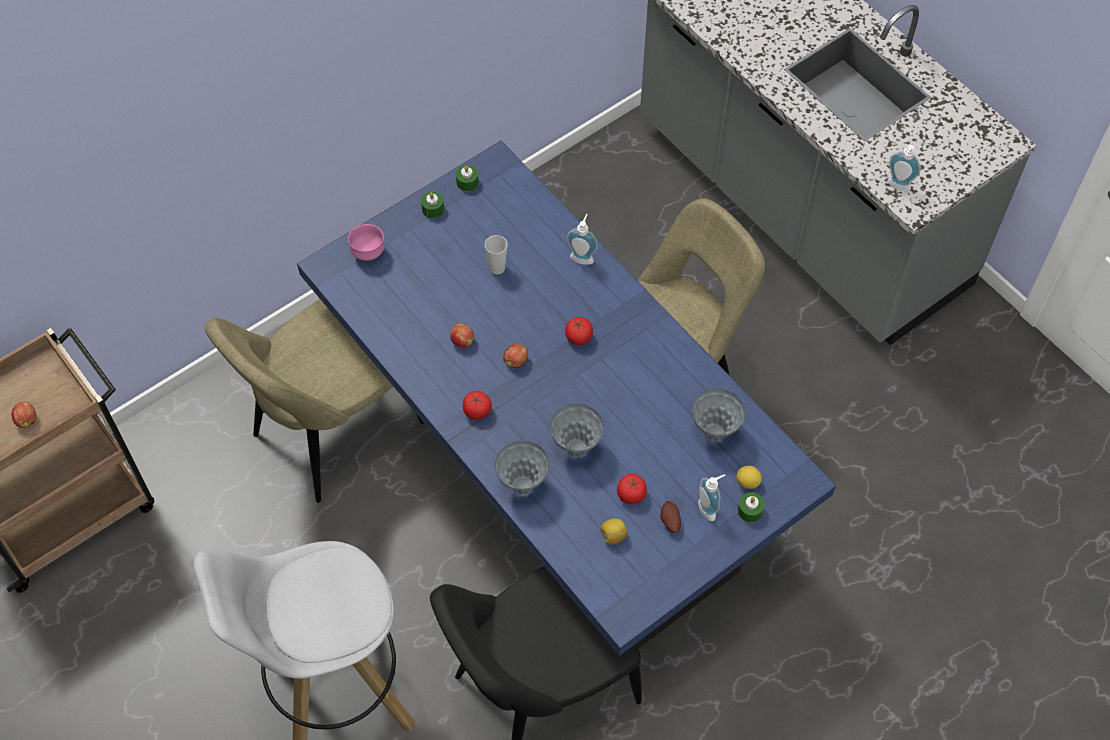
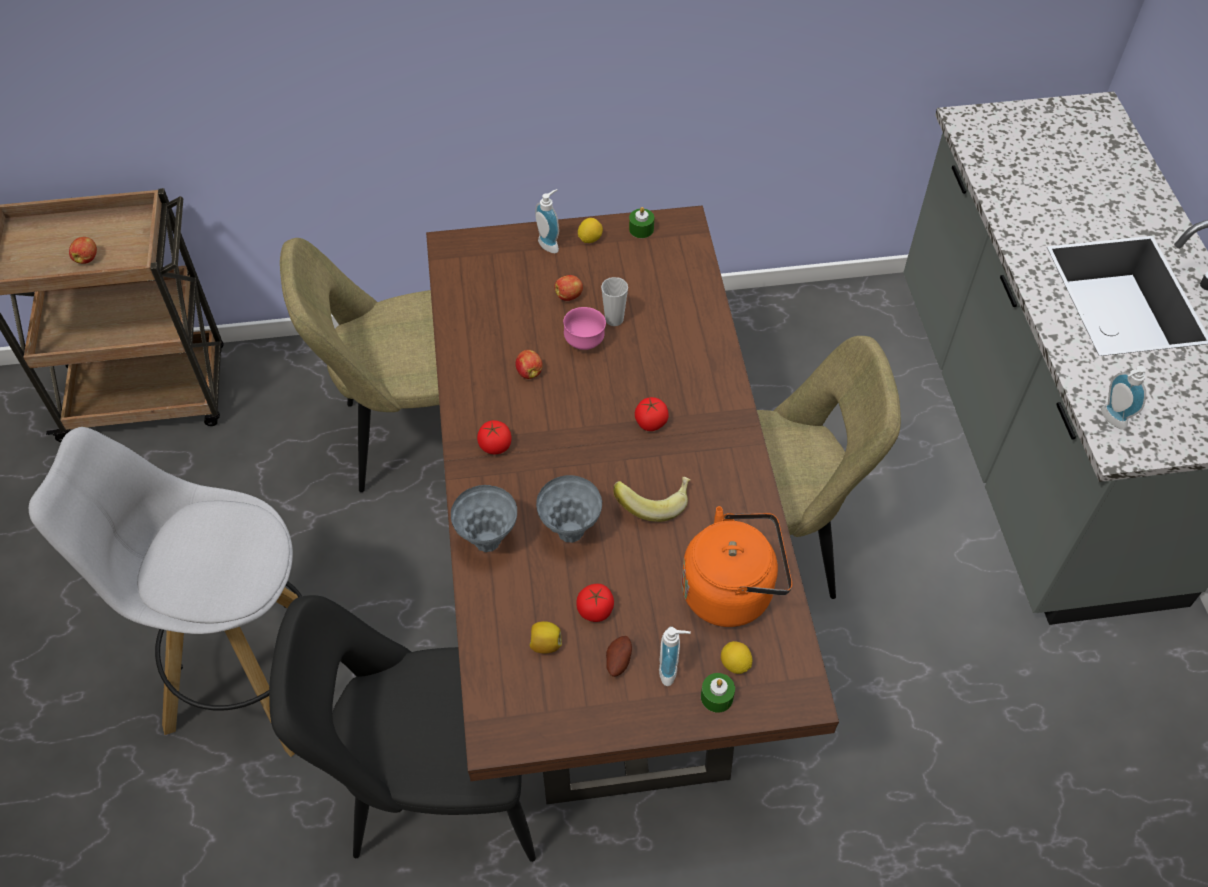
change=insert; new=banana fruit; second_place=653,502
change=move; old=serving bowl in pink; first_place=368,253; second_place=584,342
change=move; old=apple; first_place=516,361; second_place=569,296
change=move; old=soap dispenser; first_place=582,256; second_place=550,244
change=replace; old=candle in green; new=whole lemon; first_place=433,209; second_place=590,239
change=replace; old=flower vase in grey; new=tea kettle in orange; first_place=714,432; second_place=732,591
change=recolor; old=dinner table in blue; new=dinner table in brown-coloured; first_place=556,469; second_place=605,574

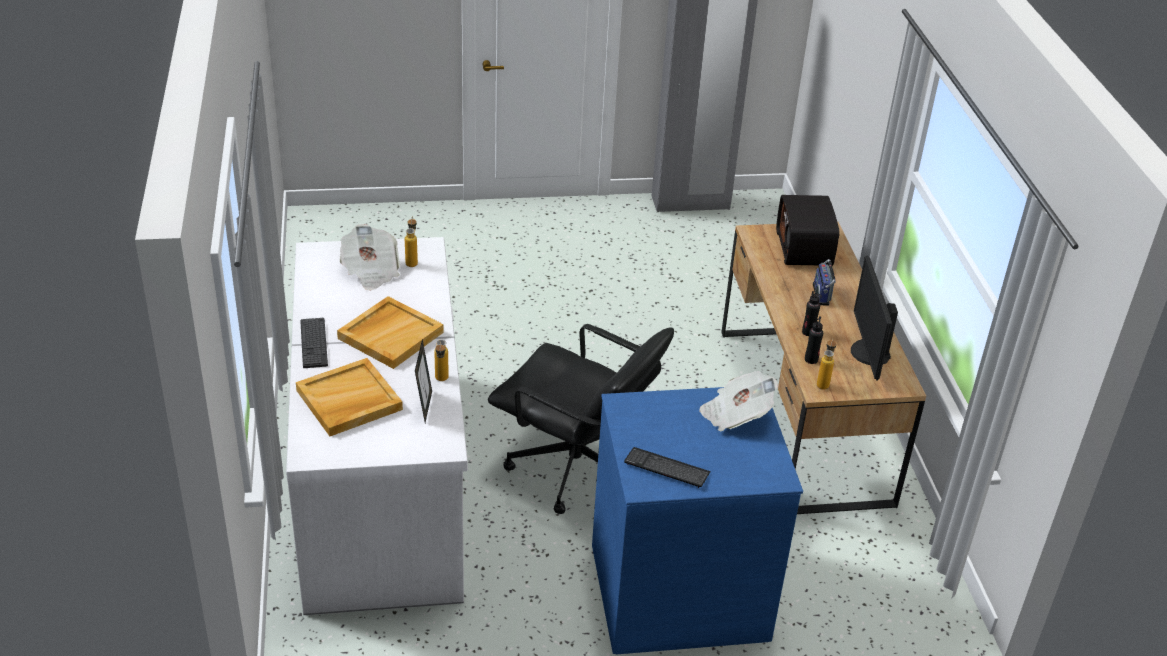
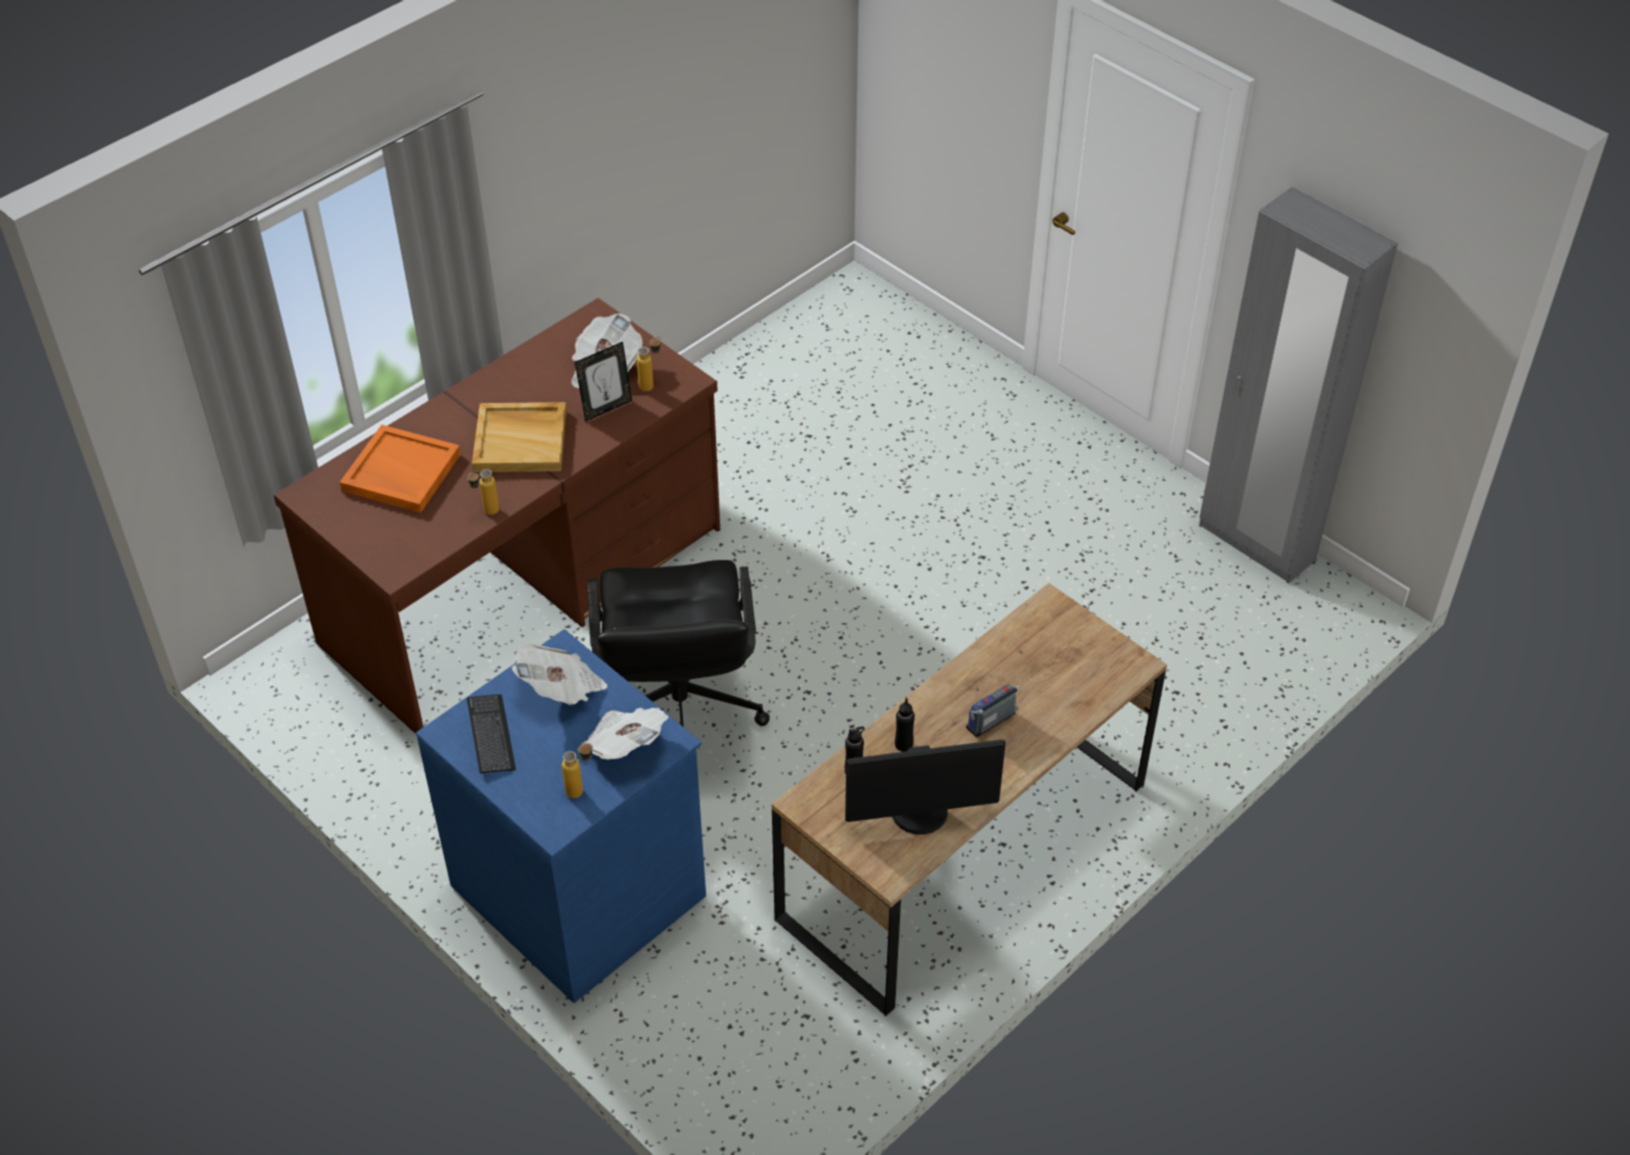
change=delete; old=computer keyboard; first_place=314,343
change=delete; old=radio set; first_place=805,248
change=insert; new=printed paper; second_place=562,689
change=move; old=photo frame; first_place=424,407; second_place=606,408
change=move; old=beverage bottle; first_place=823,382; second_place=581,790
change=recolor; old=desk unit in whitish; new=desk unit in brown-coloured; first_place=383,482; second_place=525,587
change=recolor; old=tray in sand-coloured; new=tray in orange; first_place=348,401; second_place=400,472
change=rotate; old=computer display; first_place=868,352; second_place=920,814; degrees=-150

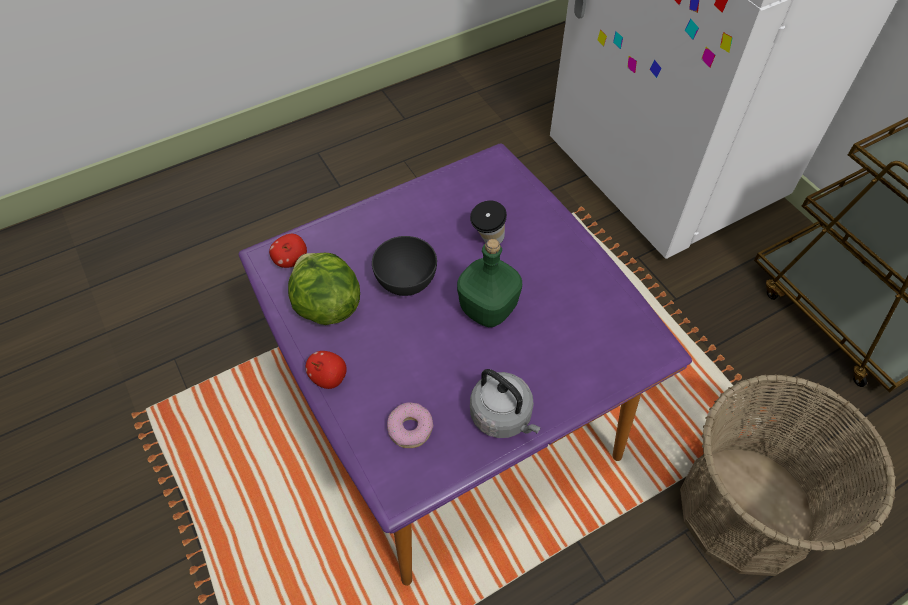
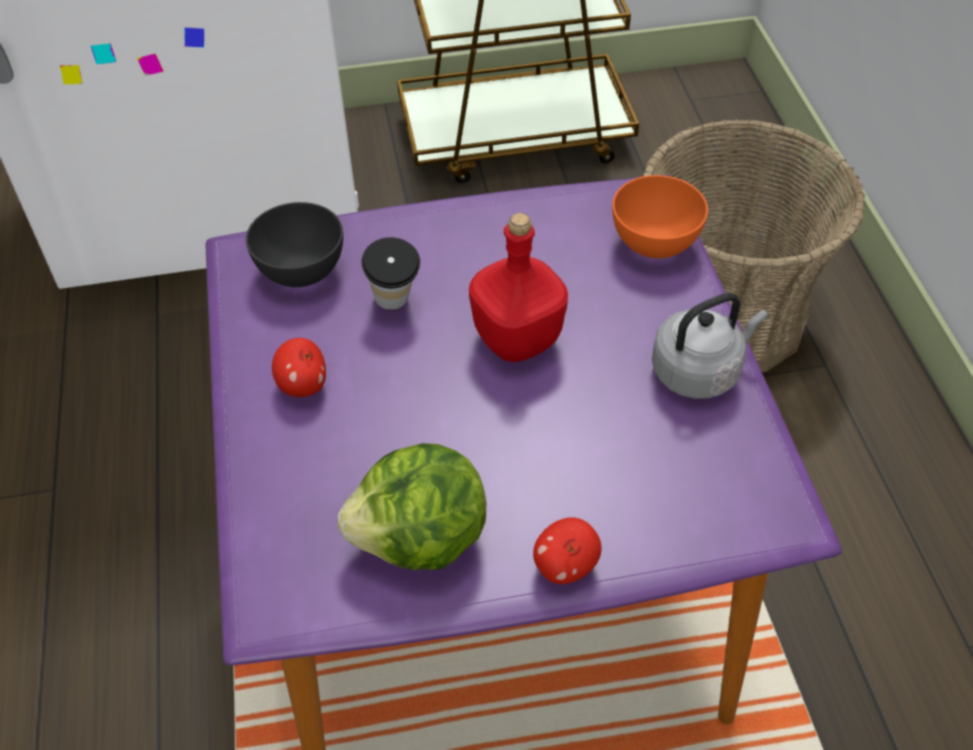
change=delete; old=doughnut; first_place=410,428
change=insert; new=serving bowl in orange; second_place=654,243
change=move; old=apple; first_place=291,260; second_place=303,385
change=move; old=serving bowl in grey; first_place=406,281; second_place=301,271
change=recolor; old=beverage bottle in green; new=beverage bottle in red; first_place=487,310; second_place=518,340

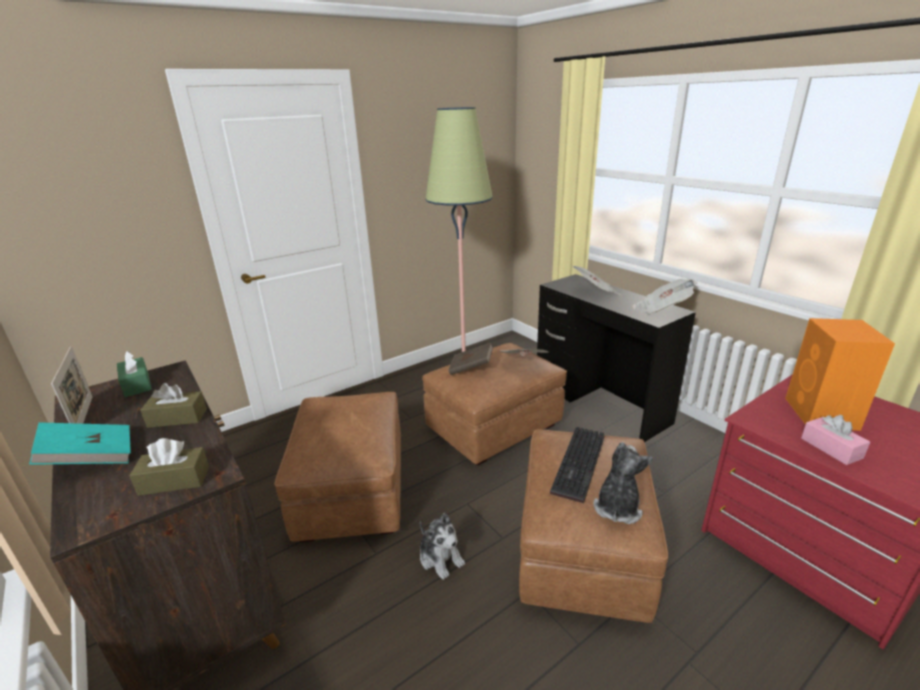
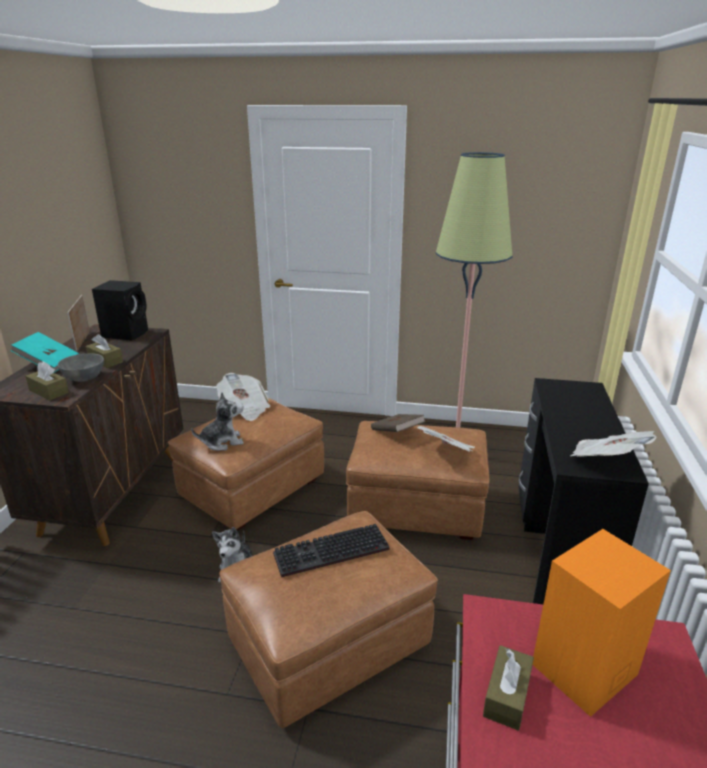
change=insert; new=serving bowl in grey; second_place=83,378
change=move; old=printed paper; first_place=595,293; second_place=244,409
change=move; old=soft toy; first_place=617,507; second_place=222,442
change=replace; old=box of tissues in green; new=loudspeaker in blackish; first_place=137,384; second_place=126,333
change=recolor; old=box of tissues in pink; new=box of tissues in brown-coloured; first_place=831,448; second_place=507,695
change=rotate; old=photo frame; first_place=84,416; second_place=83,341; degrees=150

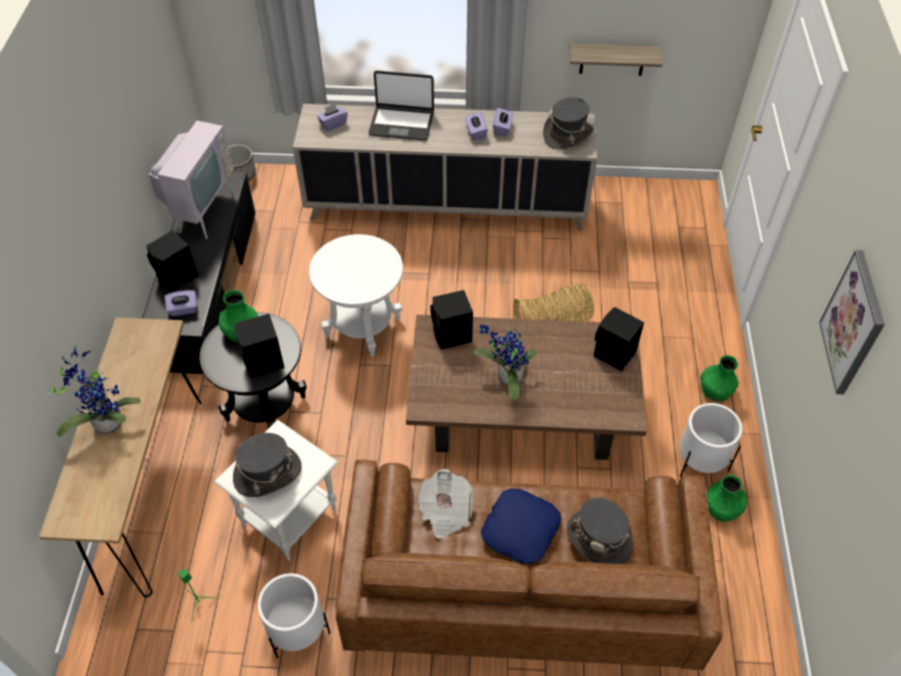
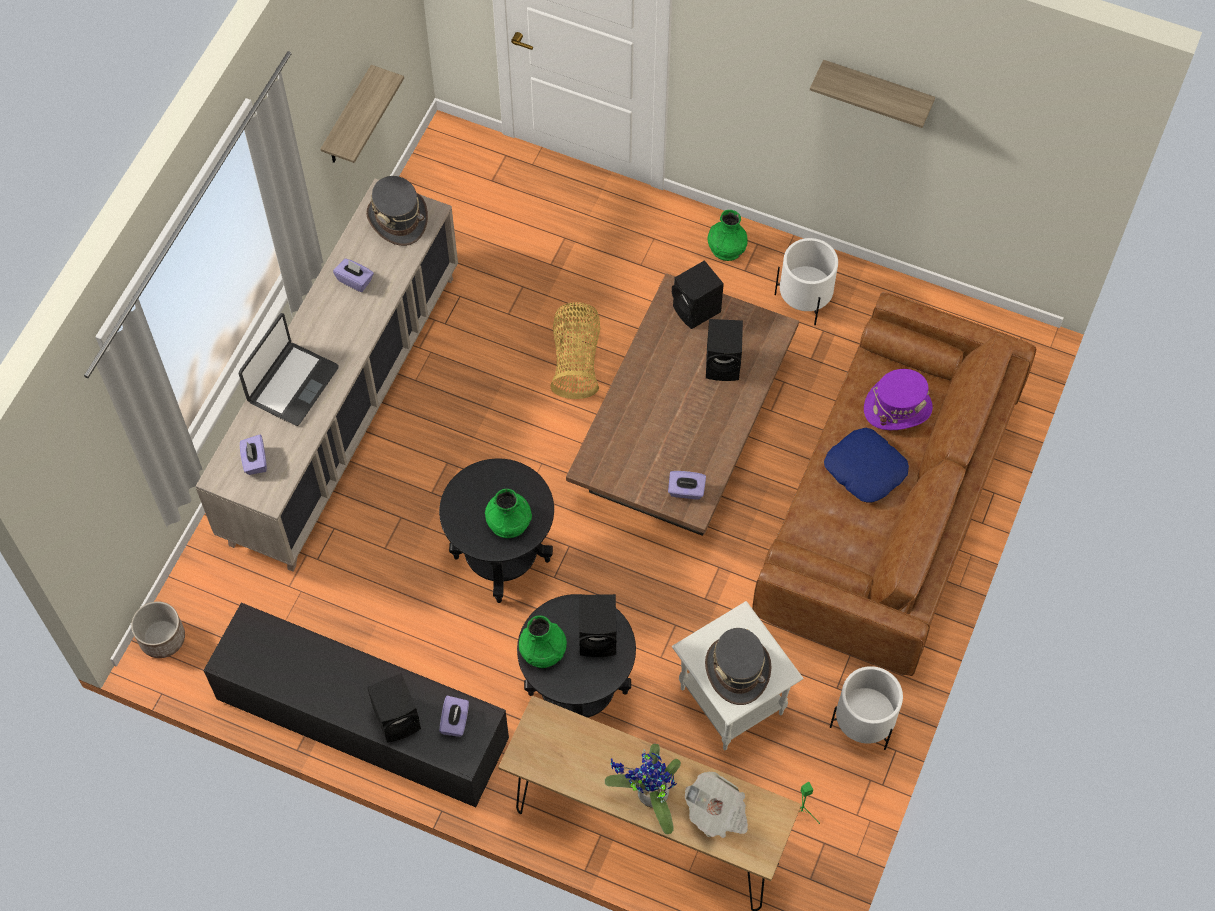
change=delete; old=TV set; first_place=202,211
change=delete; old=plant in a pot; first_place=506,378
change=move; old=printed paper; first_place=445,512; second_place=717,813
change=move; old=loudspeaker in blackish; first_place=452,336; second_place=724,364
change=move; old=box of tissues in purple; first_place=475,133; second_place=686,491
change=move; old=flower vase in green; first_place=722,507; second_place=508,521
change=replace; old=wall picture; new=shelf; first_place=853,323; second_place=876,92
change=recolor; old=accent table in whitish; new=accent table in blackish; first_place=363,328; second_place=502,559
change=recolor; old=hat in grey; new=hat in purple; first_place=599,539; second_place=897,408

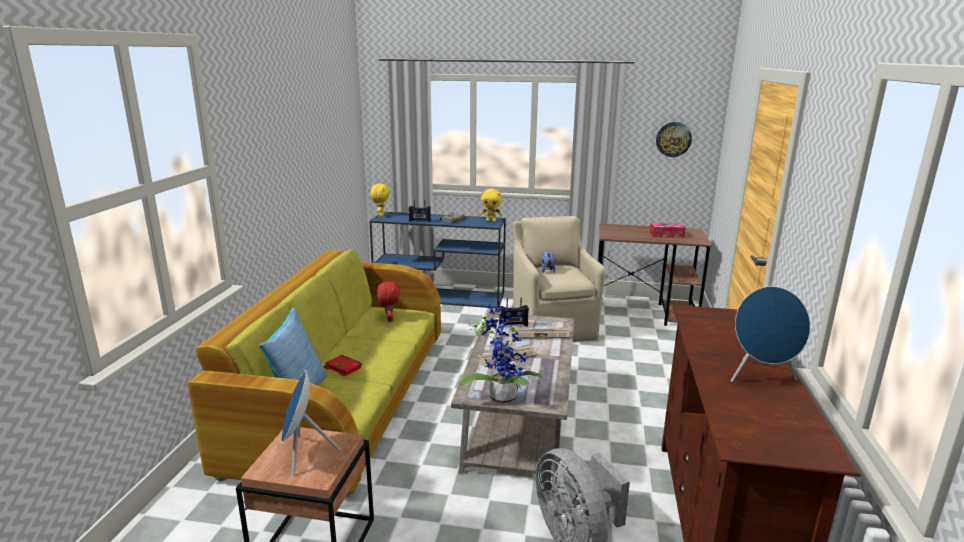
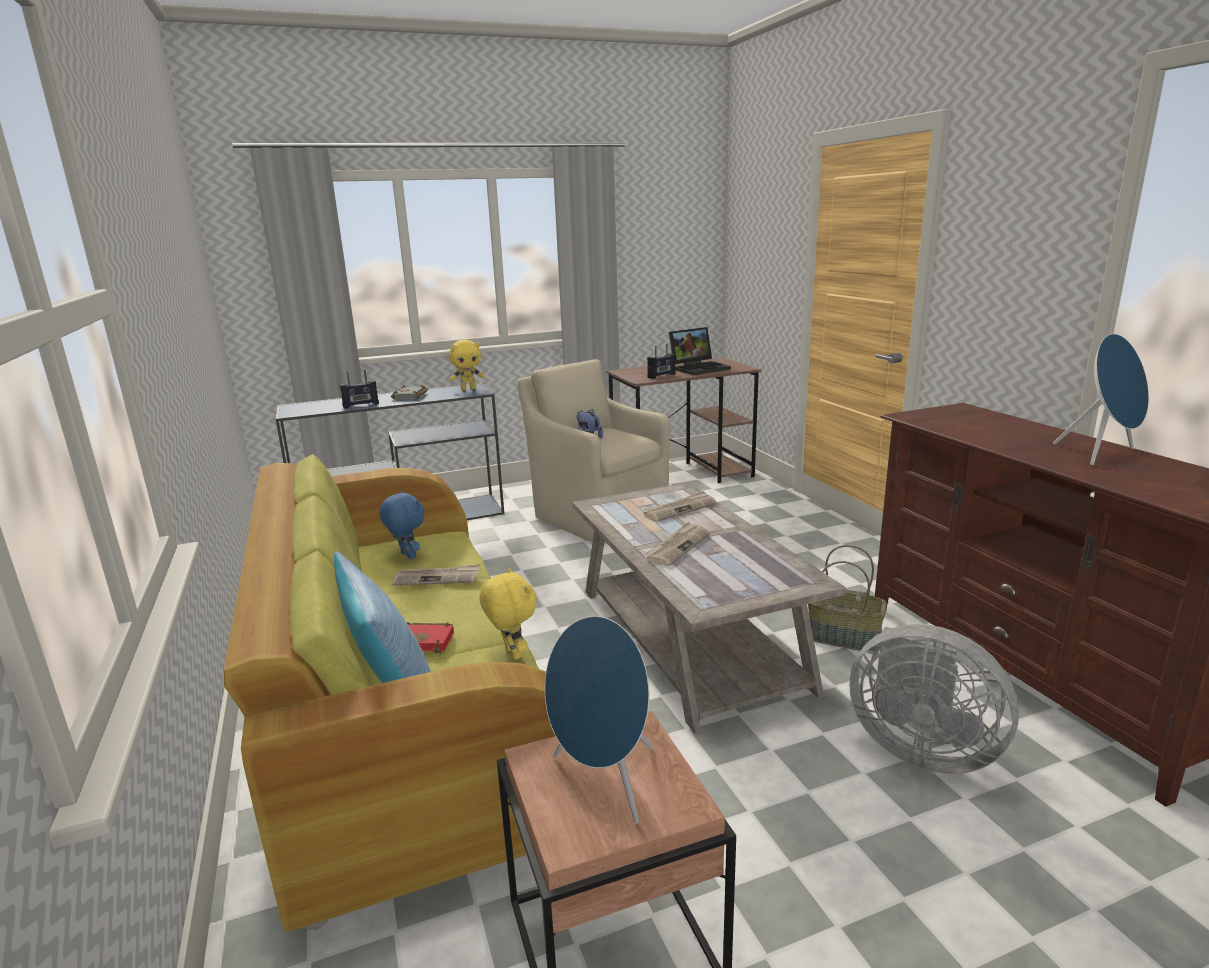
change=delete; old=plant in a pot; first_place=501,396
change=delete; old=clock on the wall; first_place=673,139
change=insert; new=printed paper; second_place=437,578
change=insert; new=basket; second_place=844,637
change=move; old=soft toy in yellowish; first_place=381,215; second_place=511,653
change=move; old=radio set; first_place=513,325; second_place=661,376
change=replace; old=box of tissues; new=portable computer; first_place=666,235; second_place=699,368
change=recolor; old=soft toy in red; new=soft toy in blue; first_place=389,319; second_place=407,556

